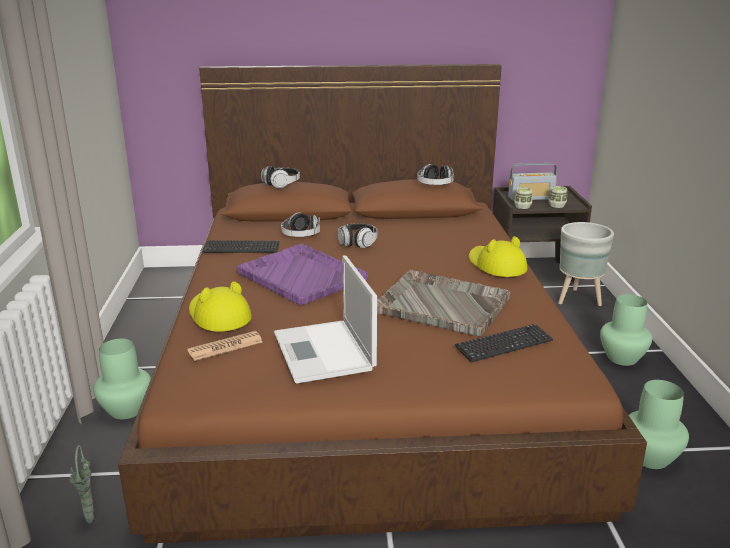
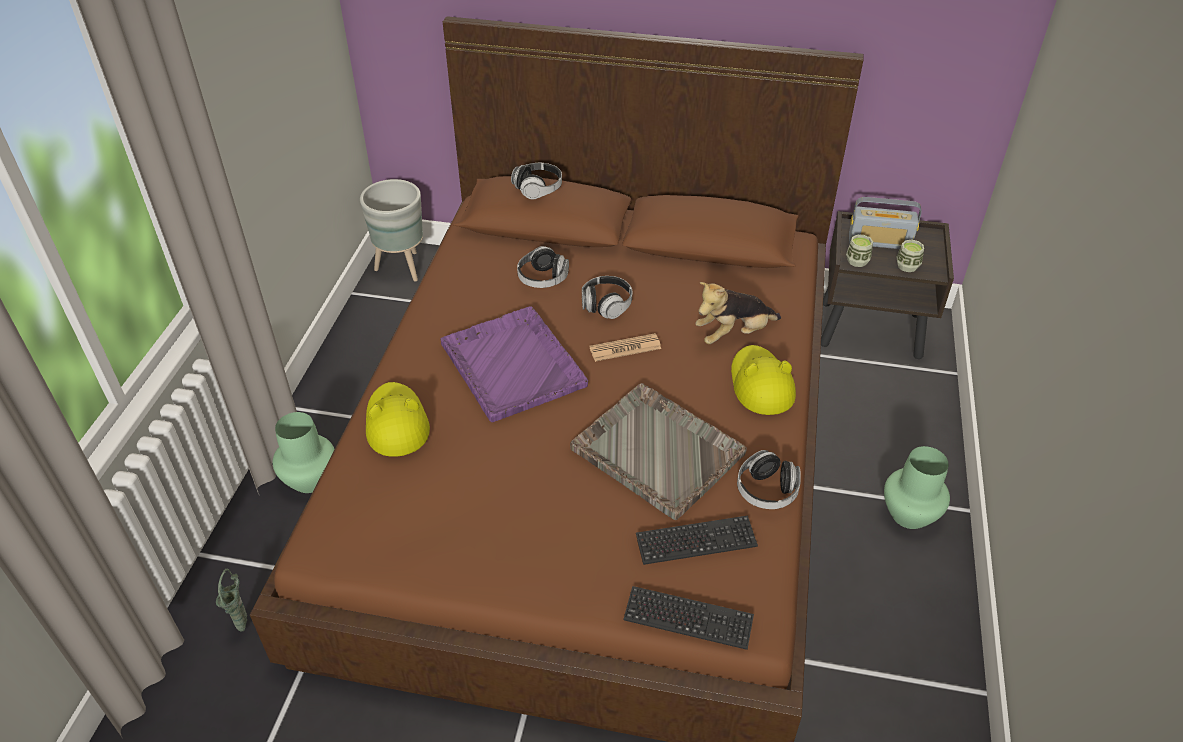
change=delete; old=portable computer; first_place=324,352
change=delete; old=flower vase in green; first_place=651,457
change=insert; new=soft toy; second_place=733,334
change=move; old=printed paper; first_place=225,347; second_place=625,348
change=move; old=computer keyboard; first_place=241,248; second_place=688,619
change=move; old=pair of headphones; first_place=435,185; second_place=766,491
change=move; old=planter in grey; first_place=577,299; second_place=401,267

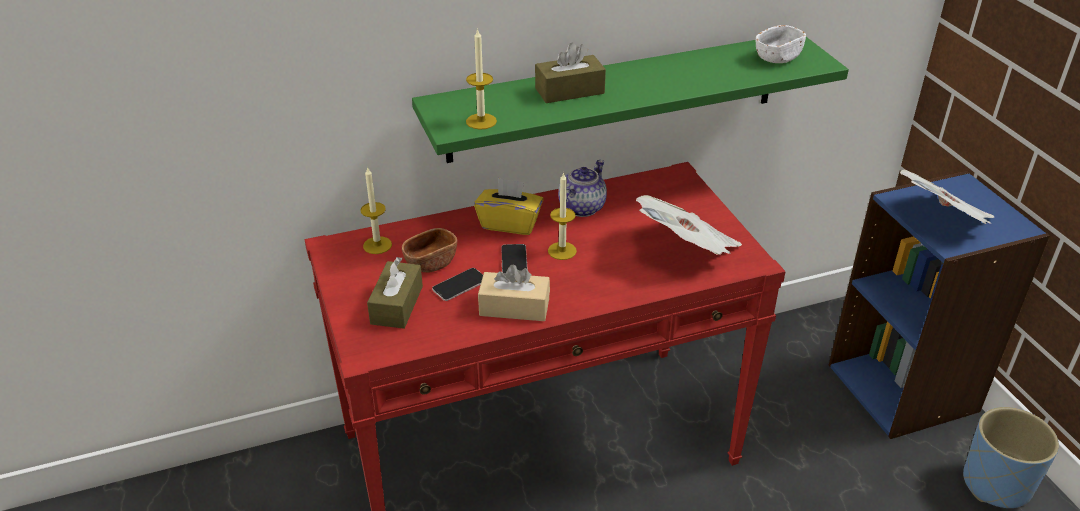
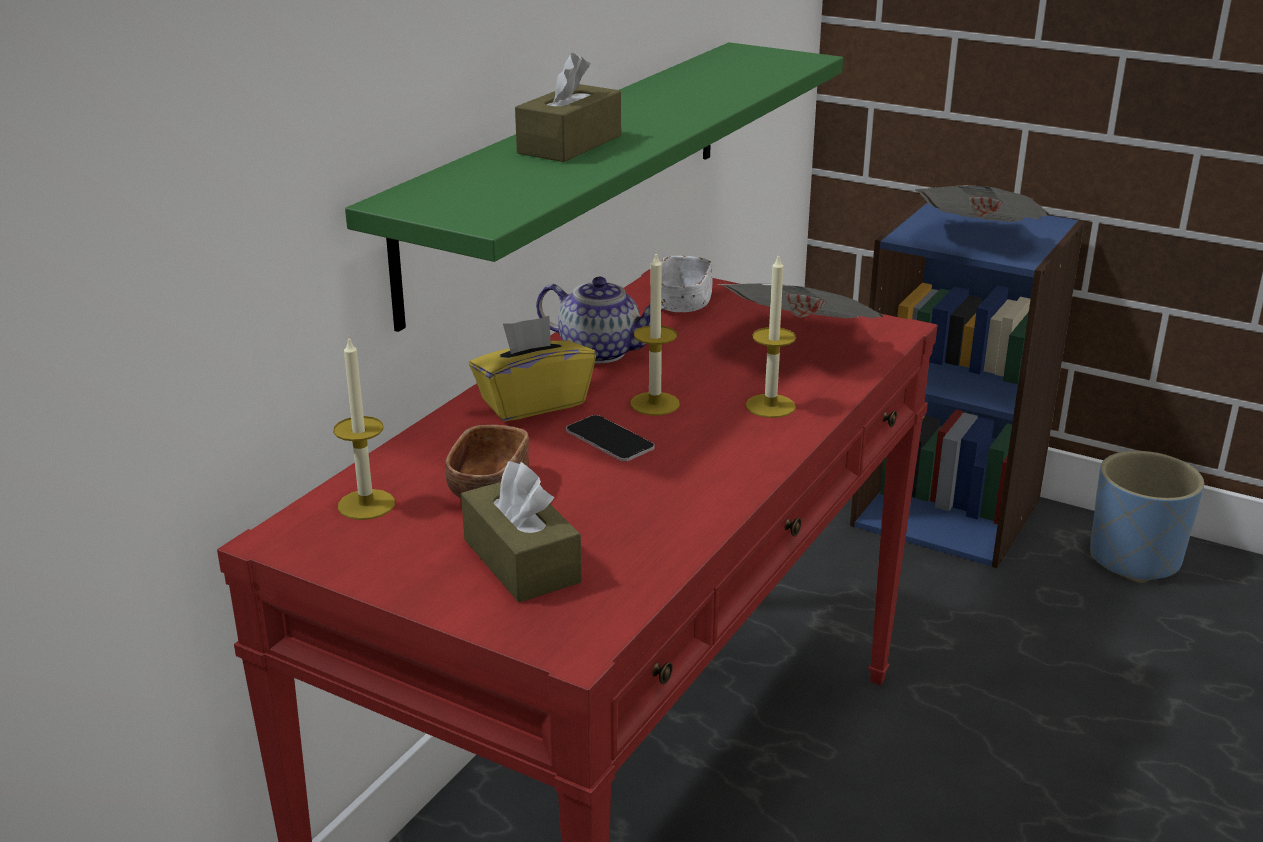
change=delete; old=telephone; first_place=459,285
change=delete; old=box of tissues in sand-coloured; first_place=514,307
change=move; old=candle; first_place=481,121; second_place=770,406
change=move; old=serving bowl in whitish; first_place=777,57; second_place=682,304
change=rotate; old=pot for tea; first_place=581,207; second_place=601,351; degrees=120

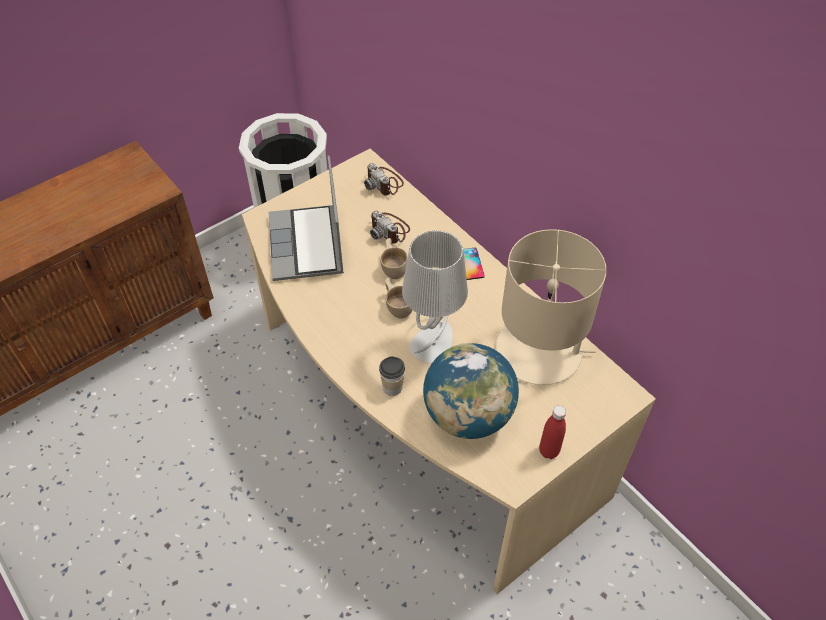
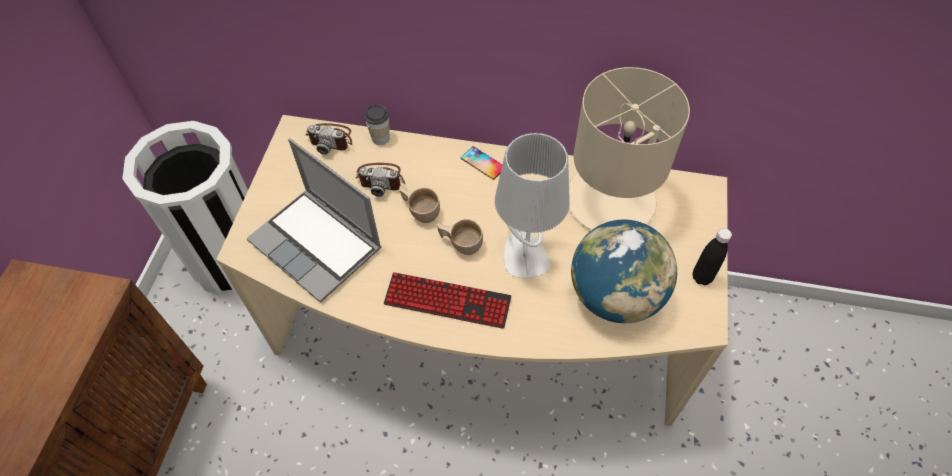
change=insert; new=computer keyboard; second_place=447,301
change=move; old=drinking cup; first_place=392,387; second_place=380,138
change=recolor; old=beverage bottle in red; new=beverage bottle in blackish; first_place=549,451; second_place=702,277

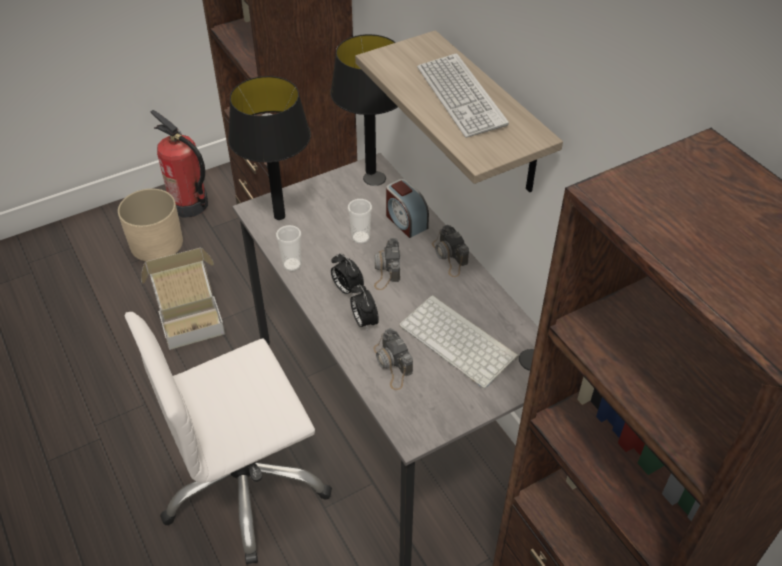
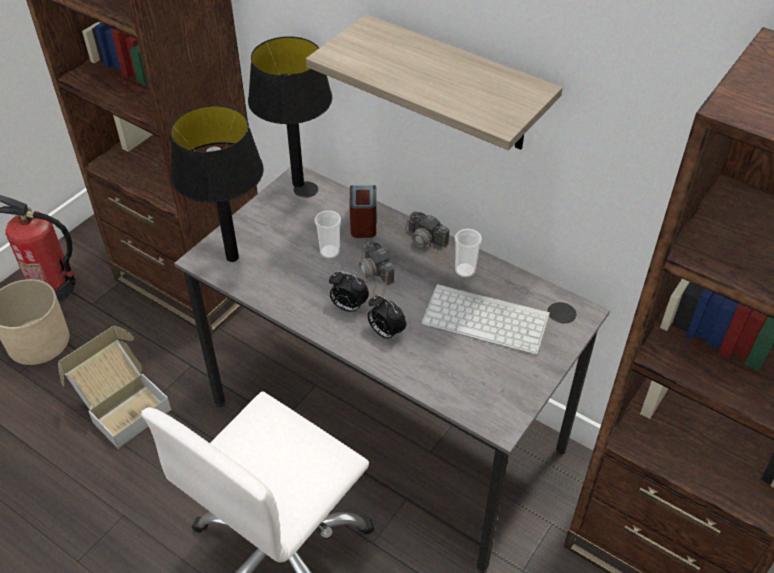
change=delete; old=photo camera; first_place=392,364
change=delete; old=computer keyboard; first_place=460,97
change=move; old=drinking cup; first_place=292,265; second_place=465,270
change=rotate; old=table clock; first_place=405,221; second_place=363,222; degrees=-120

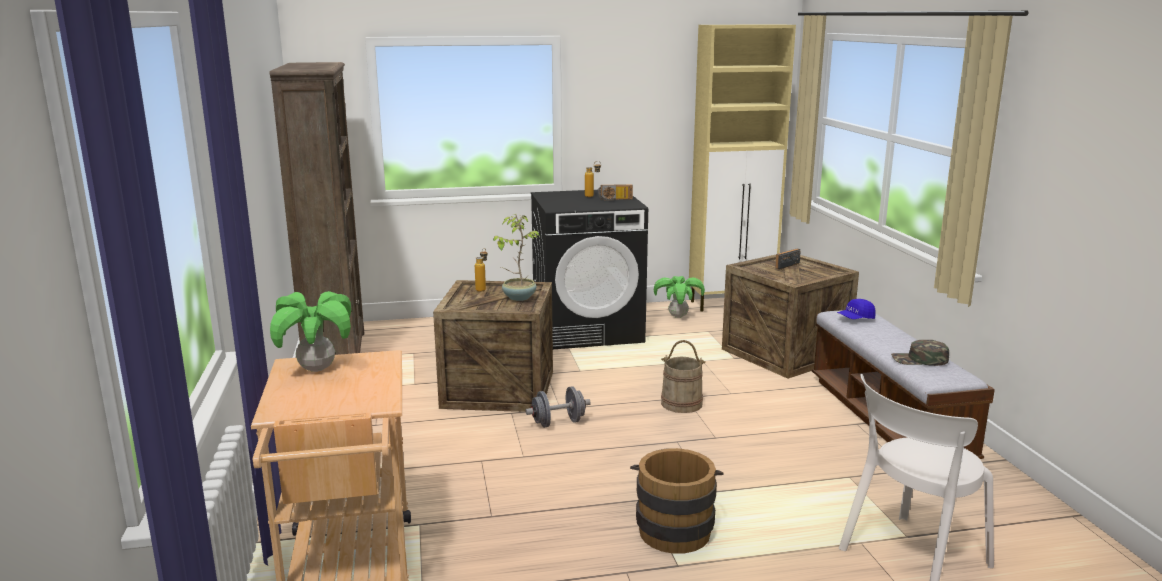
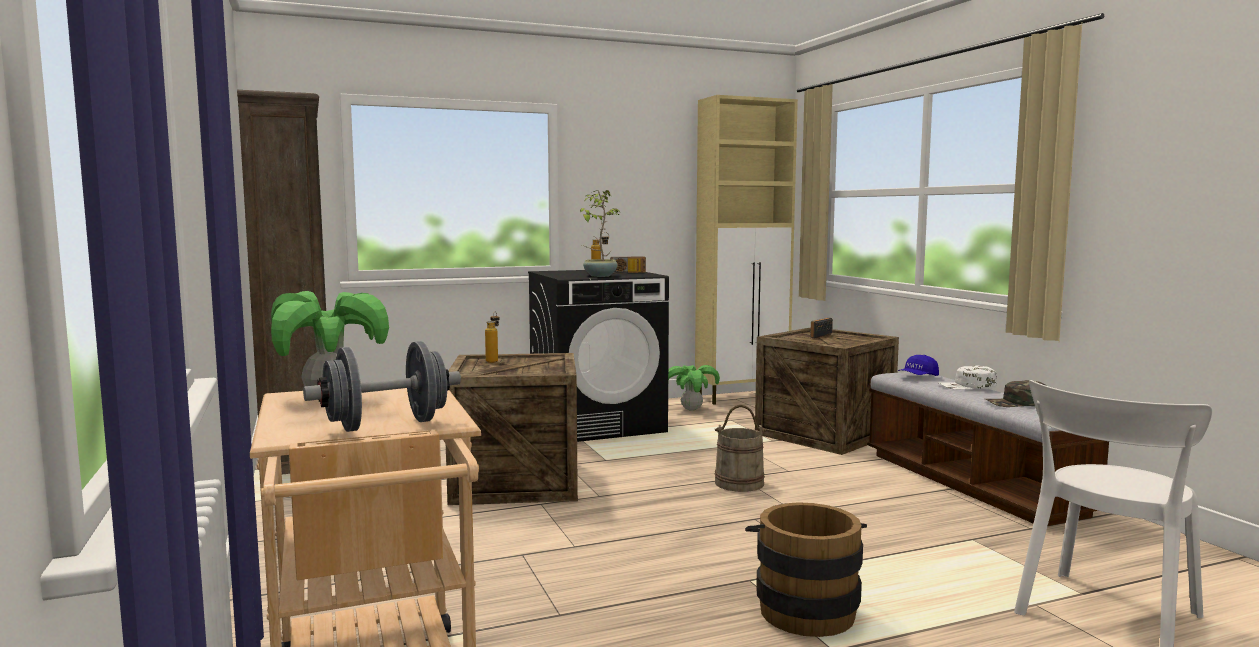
change=insert; new=peaked cap in whitish; second_place=967,386
change=move; old=plant in a pot; first_place=518,297; second_place=599,276
change=move; old=free weight in grey; first_place=558,423; second_place=386,425

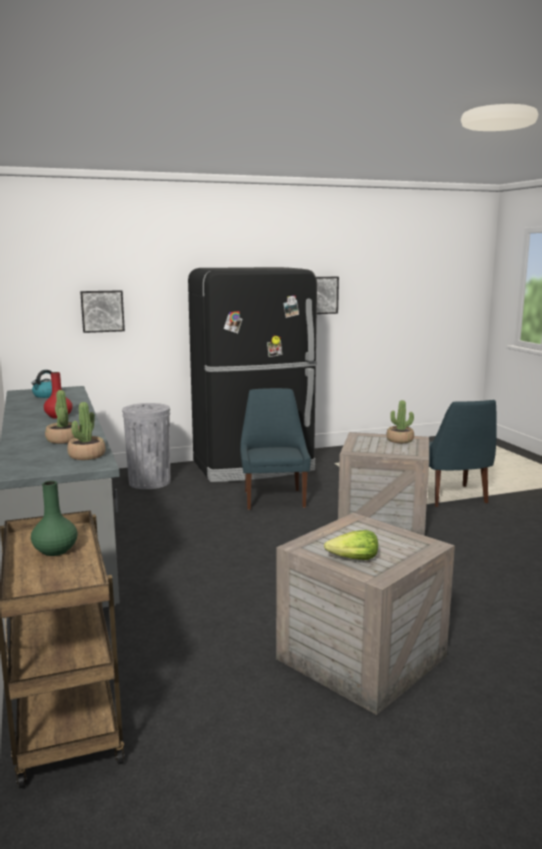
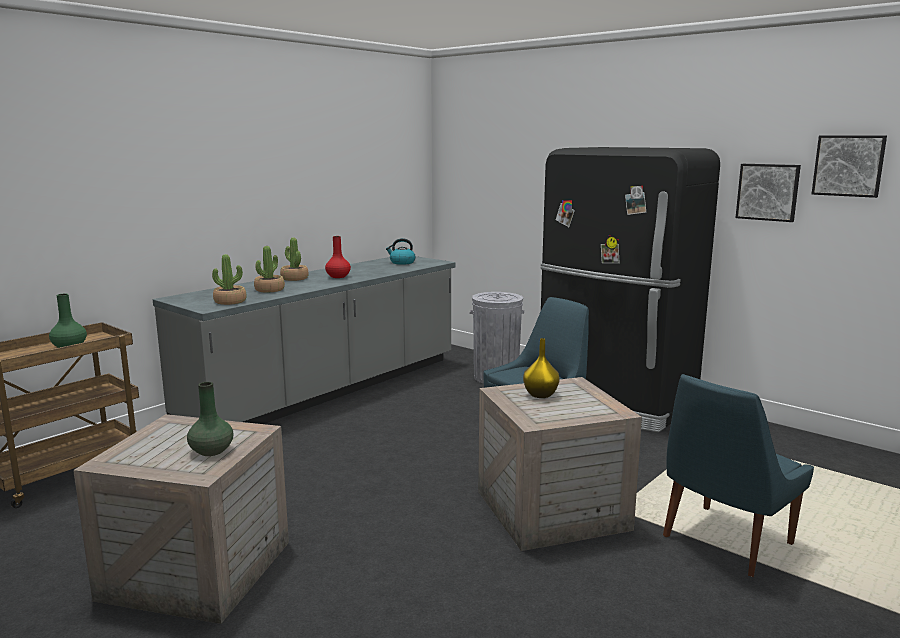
change=delete; old=head of lettuce; first_place=353,559
change=insert; new=flower vase in green; second_place=212,451
change=insert; new=flower vase in yellowish; second_place=541,395
change=move; old=wall picture; first_place=102,311; second_place=848,165
change=move; old=plant in a pot; first_place=400,440; second_place=294,278

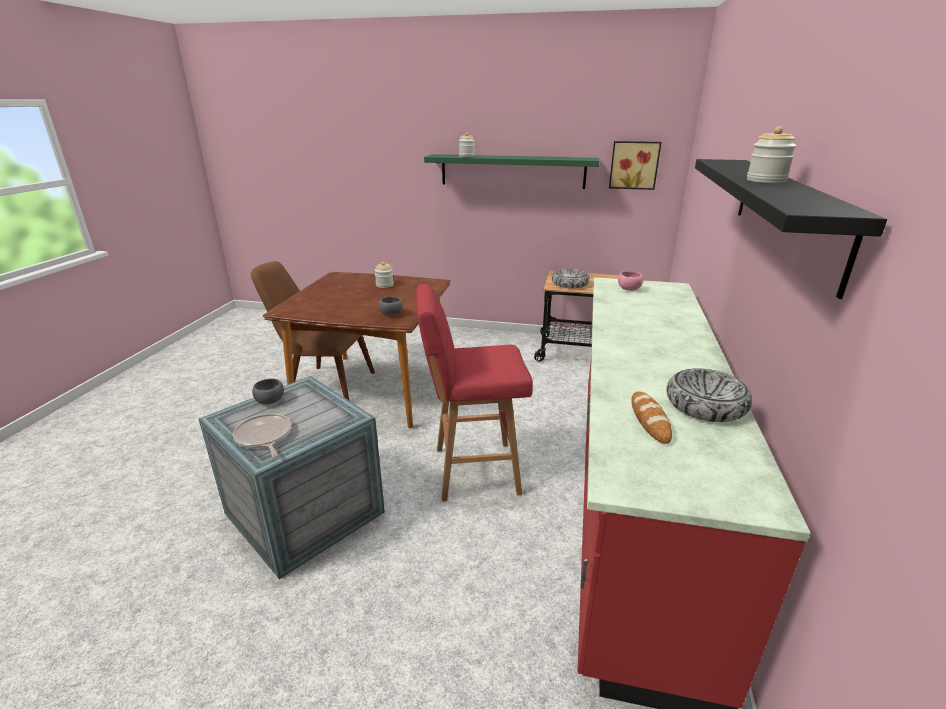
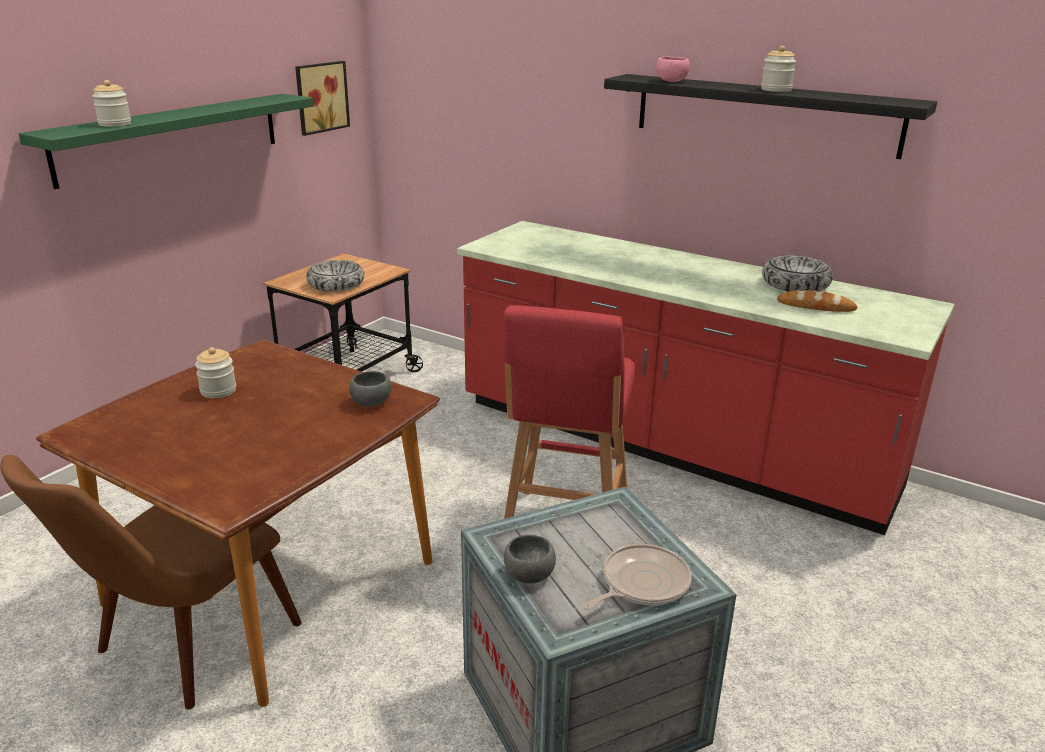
change=move; old=serving bowl in pink; first_place=628,289; second_place=670,81
change=rotate; old=pan; first_place=264,437; second_place=641,583; degrees=150

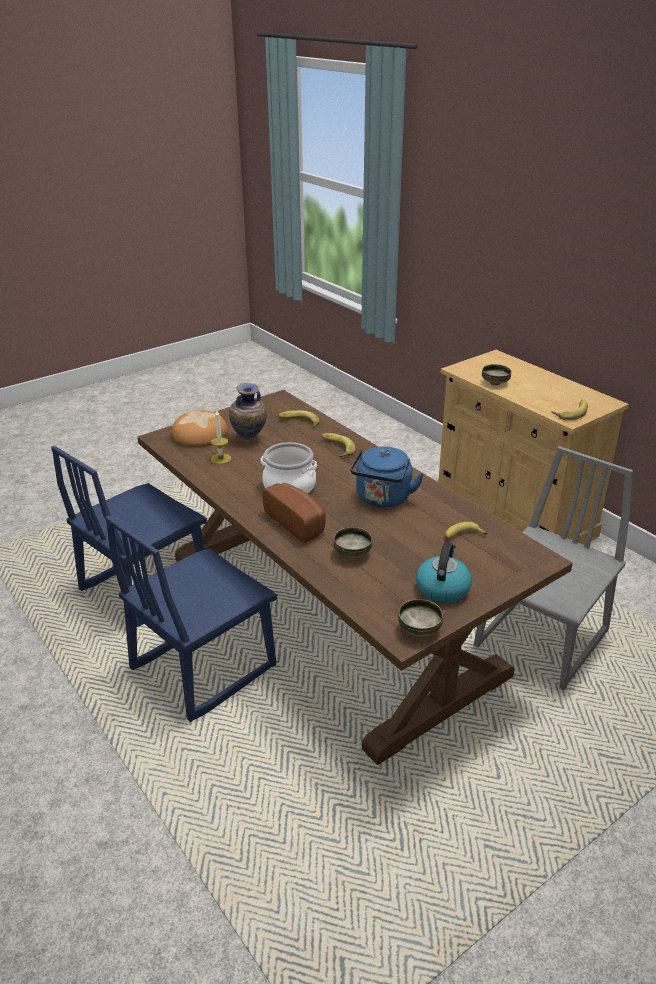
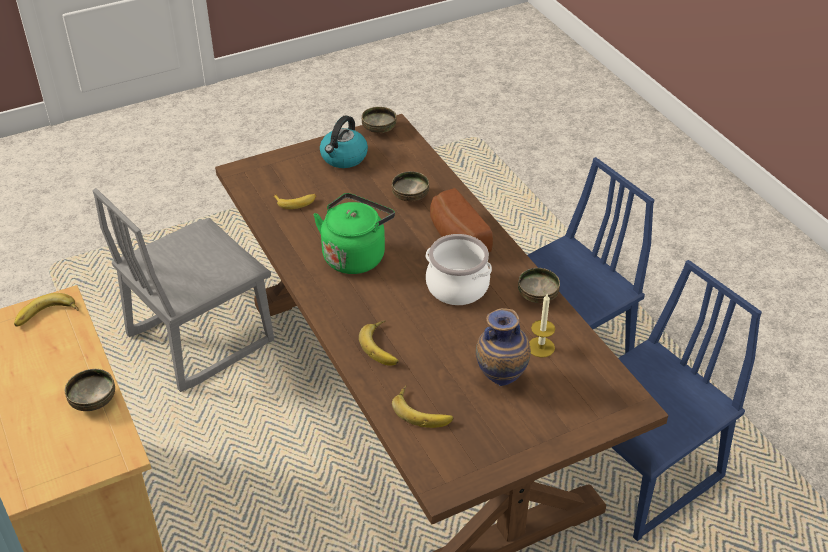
change=delete; old=bread; first_place=200,434
change=insert; new=serving bowl; second_place=538,296
change=recolor; old=tea kettle in blue; new=tea kettle in green; first_place=383,499; second_place=355,255

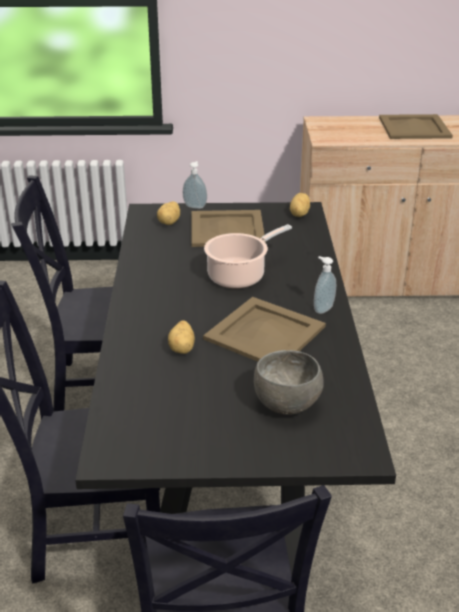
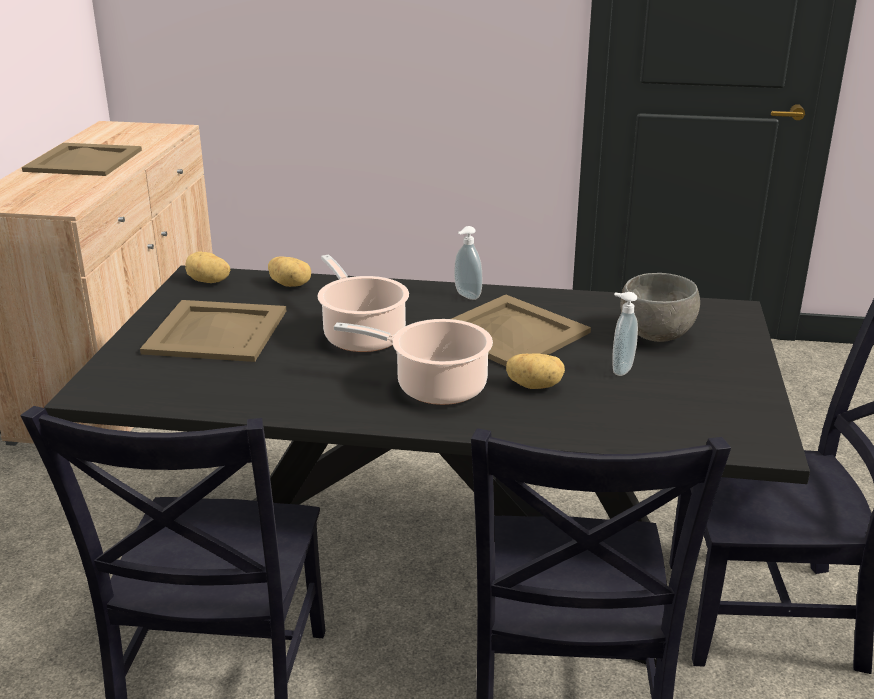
change=insert; new=cooking pot; second_place=435,386
change=move; old=potato; first_place=170,222; second_place=291,284
change=move; old=soap dispenser; first_place=195,206; second_place=620,369

